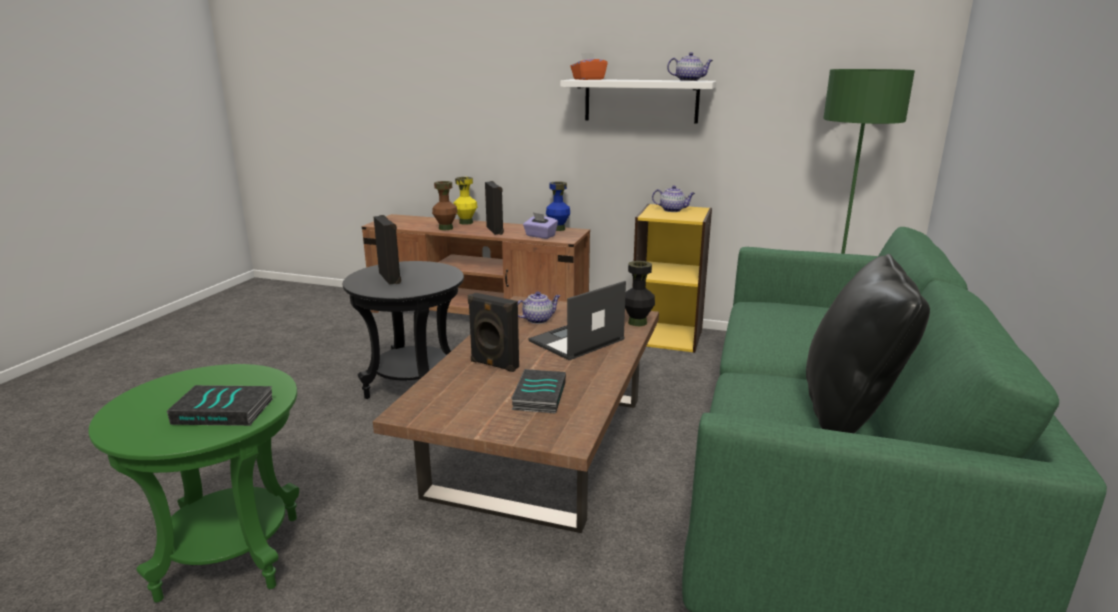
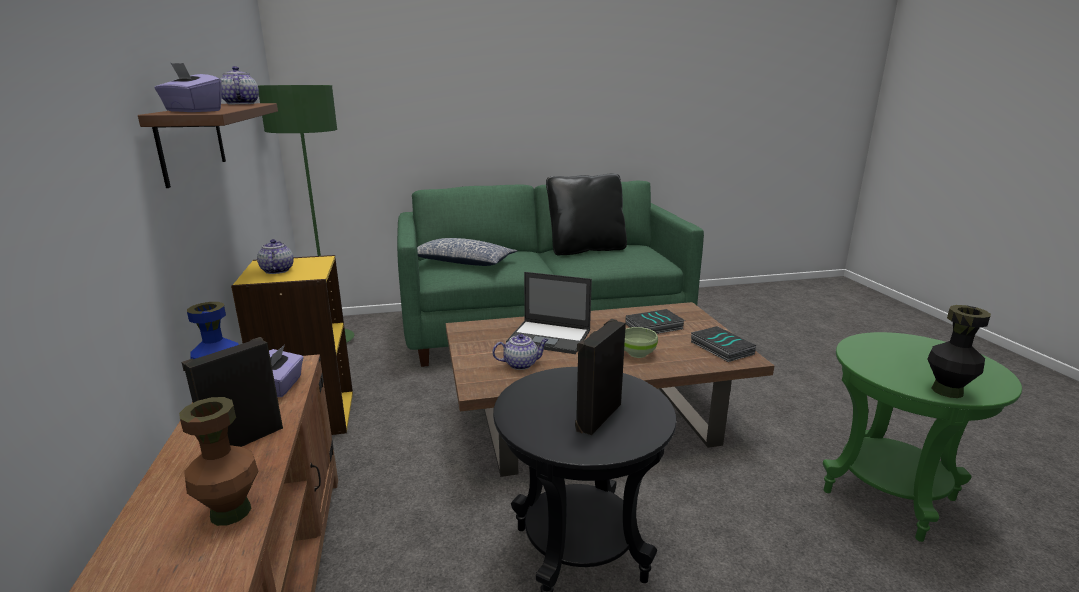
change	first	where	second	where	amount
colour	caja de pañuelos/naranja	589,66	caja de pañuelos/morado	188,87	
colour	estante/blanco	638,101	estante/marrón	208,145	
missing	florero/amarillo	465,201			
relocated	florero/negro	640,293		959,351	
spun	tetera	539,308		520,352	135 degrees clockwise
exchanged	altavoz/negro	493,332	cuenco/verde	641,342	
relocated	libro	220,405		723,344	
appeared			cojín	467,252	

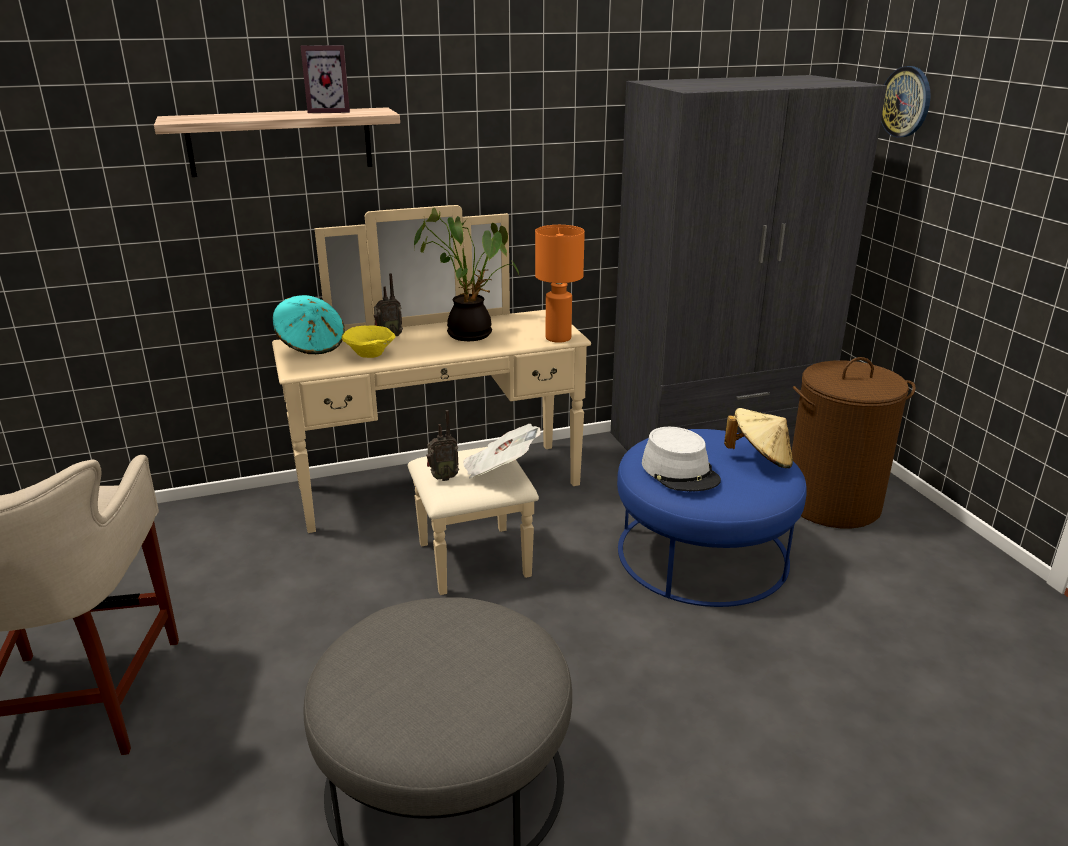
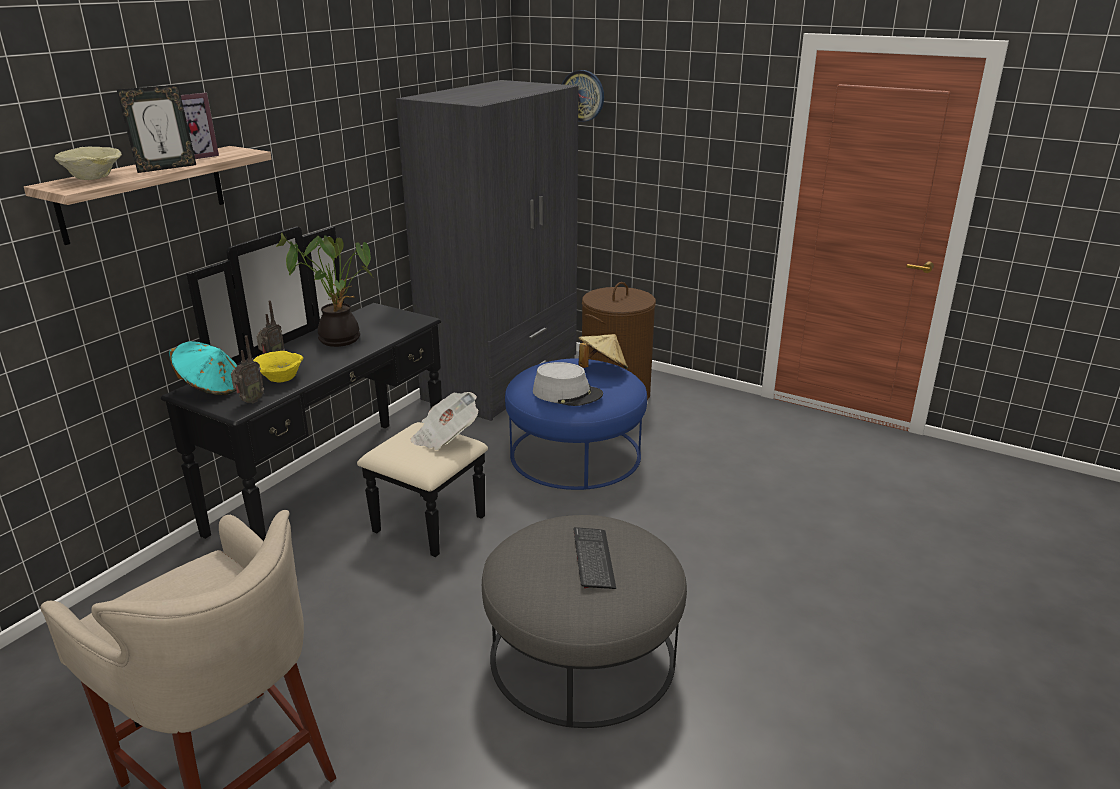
change	first	where	second	where	amount
colour	cómoda/beis	431,400	cómoda/negro	324,391	
missing	lámpara de mesa/naranja	560,284			
relocated	radio	442,445		247,369	
appeared			portarretratos	156,129	
appeared			cuenco/beis	88,163	
appeared			teclado	594,558	

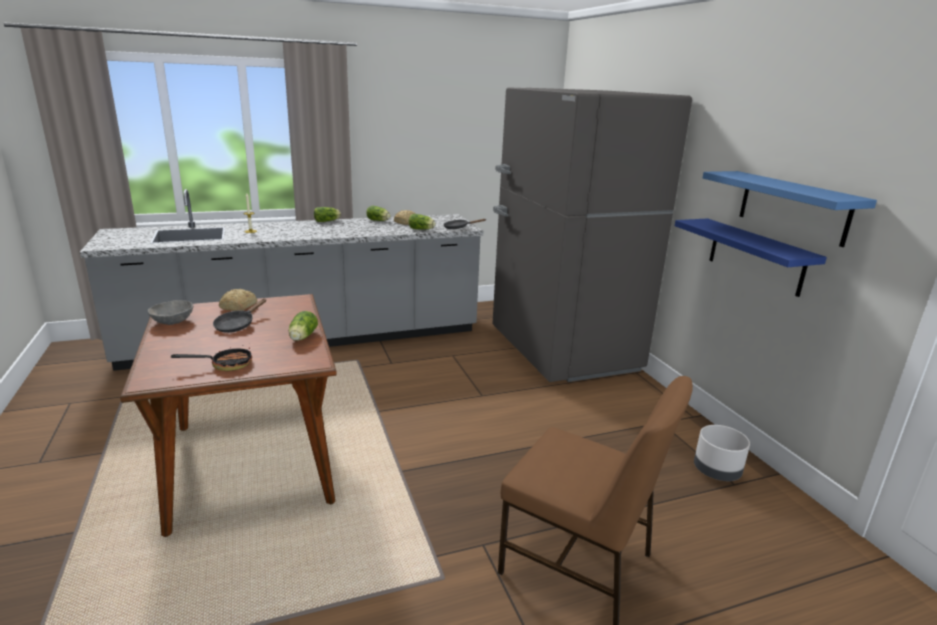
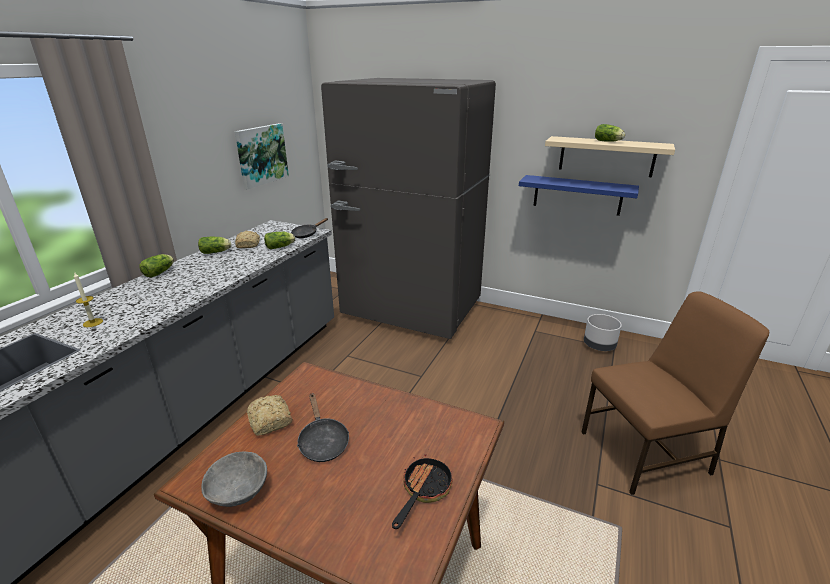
change	first	where	second	where	amount
colour	estante/azul	790,209	estante/beis	610,156	
relocated	lechuga	303,326		610,133	
appeared			cuadro	262,156	

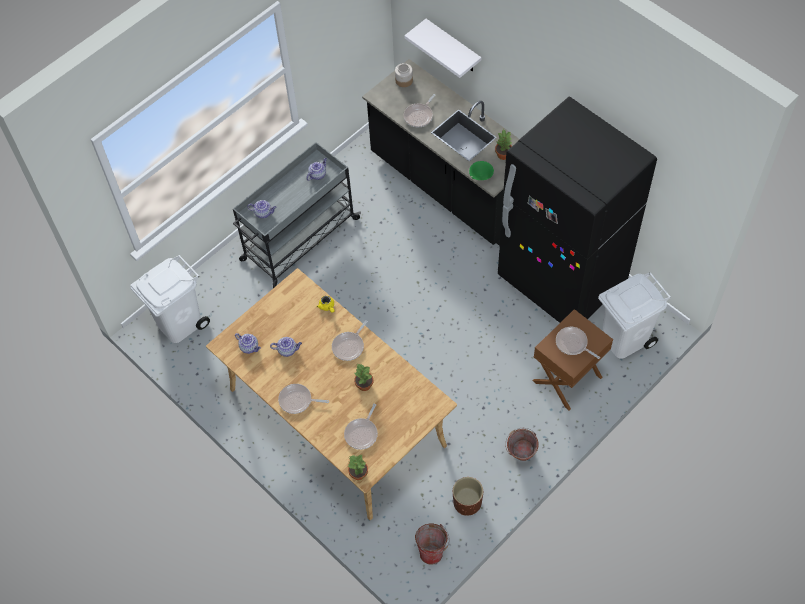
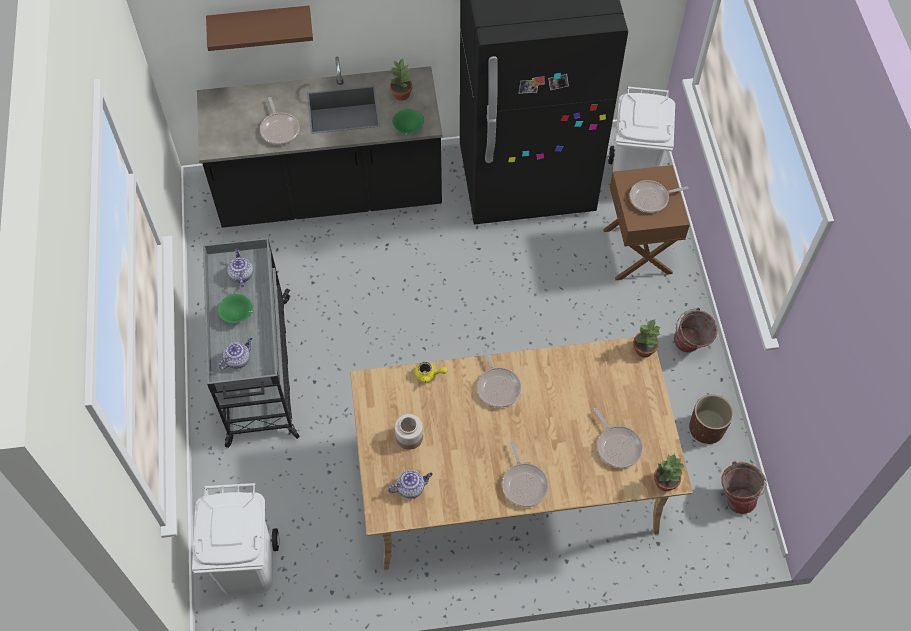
change	first	where	second	where	amount
colour	estante/blanco	442,48	estante/marrón	259,28	
relocated	tarro	404,75		409,432	
missing	tetera	286,347			
relocated	planta en maceta	363,377		646,338	
spun	sartén	303,399		525,474	60 degrees counterclockwise
appeared			cuenco/verde	235,308	

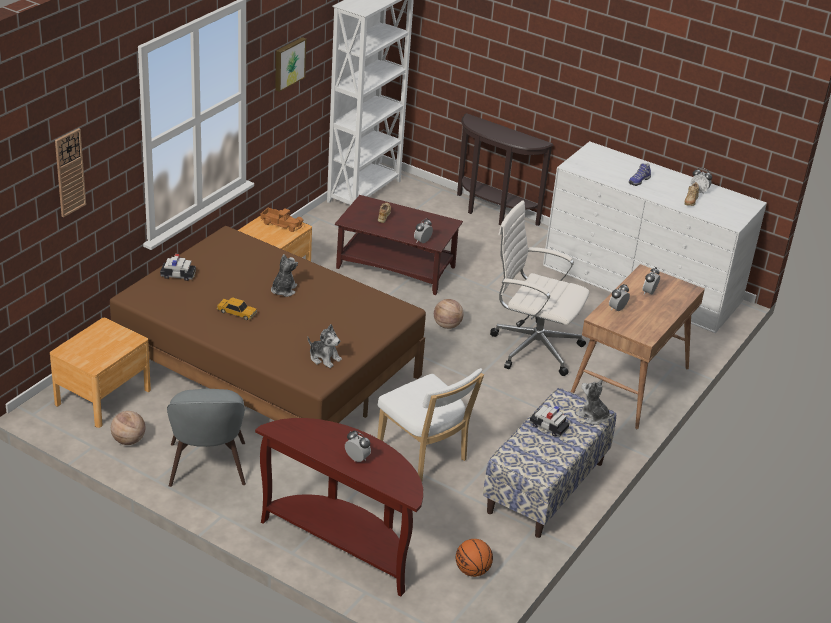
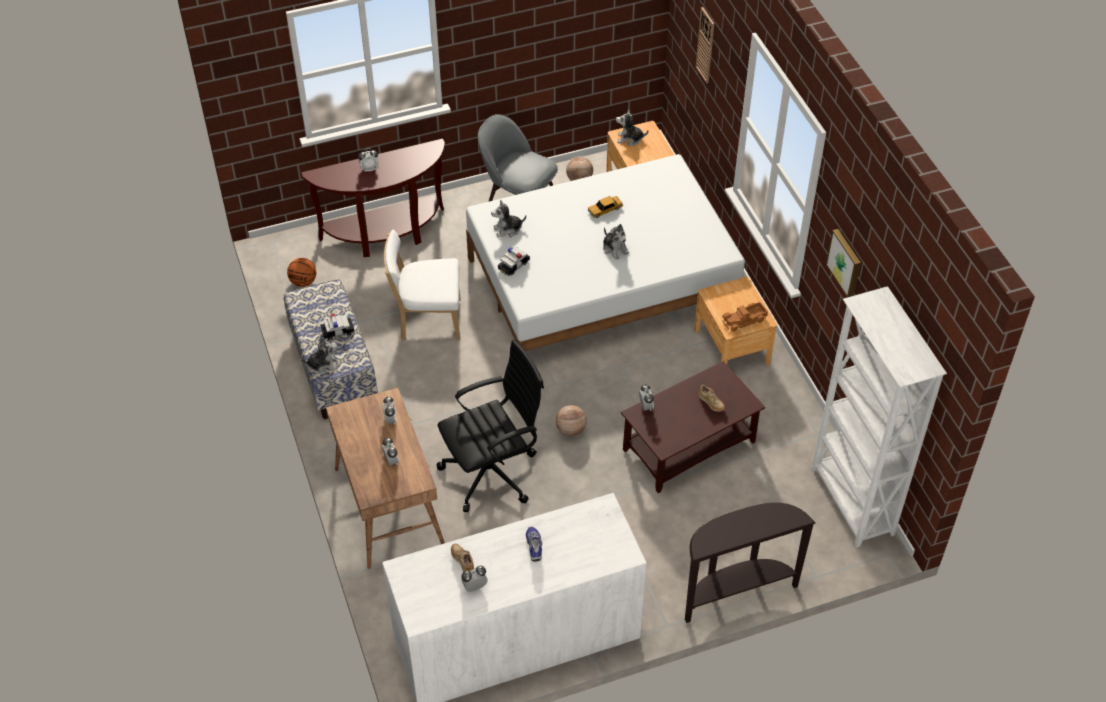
change	first	where	second	where	amount
colour	silla de oficina/blanco	539,288	silla de oficina/negro	490,426	
colour	cama/marrón	268,324	cama/blanco	605,252	
relocated	coche de juguete	178,267		514,261	
appeared			peluche	632,127	

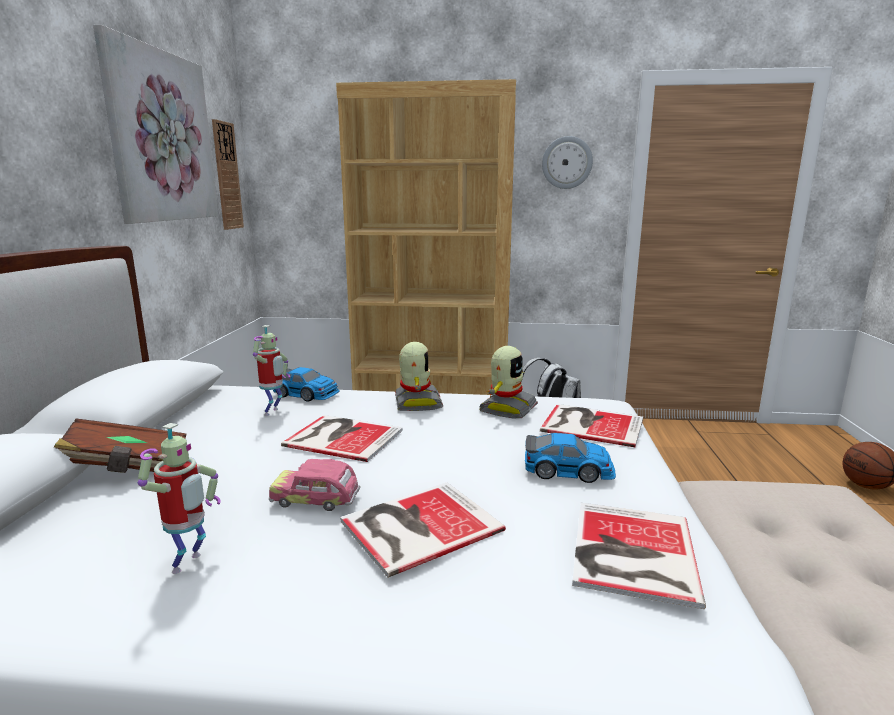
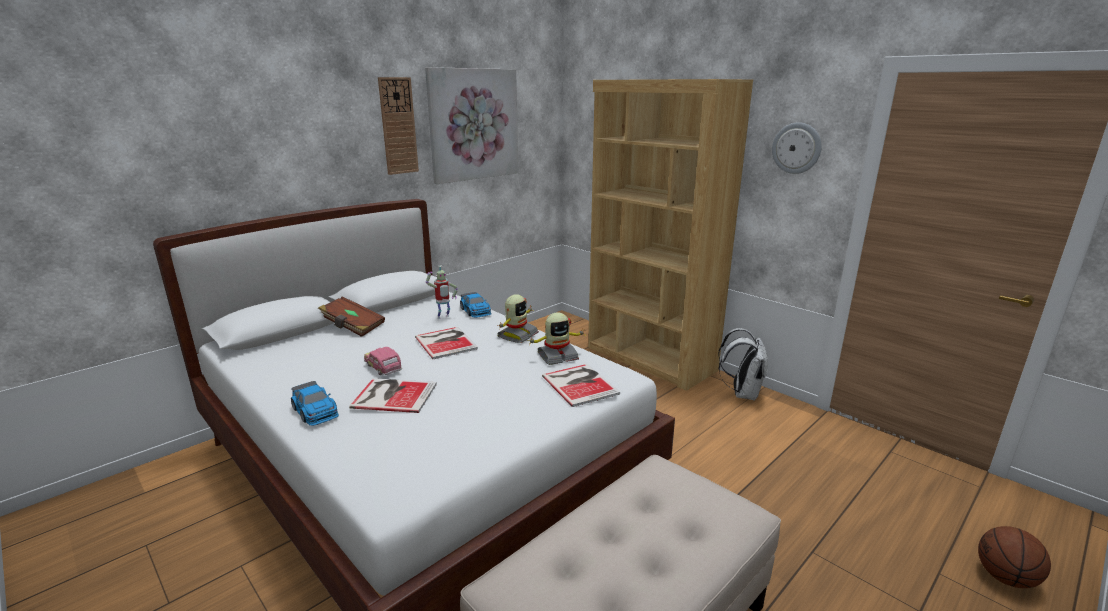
change	first	where	second	where	amount
relocated	reloj de pared	228,174		398,126	
missing	robot de juguete	179,498			
relocated	coche de juguete	570,458		315,403	
missing	libro	639,556			

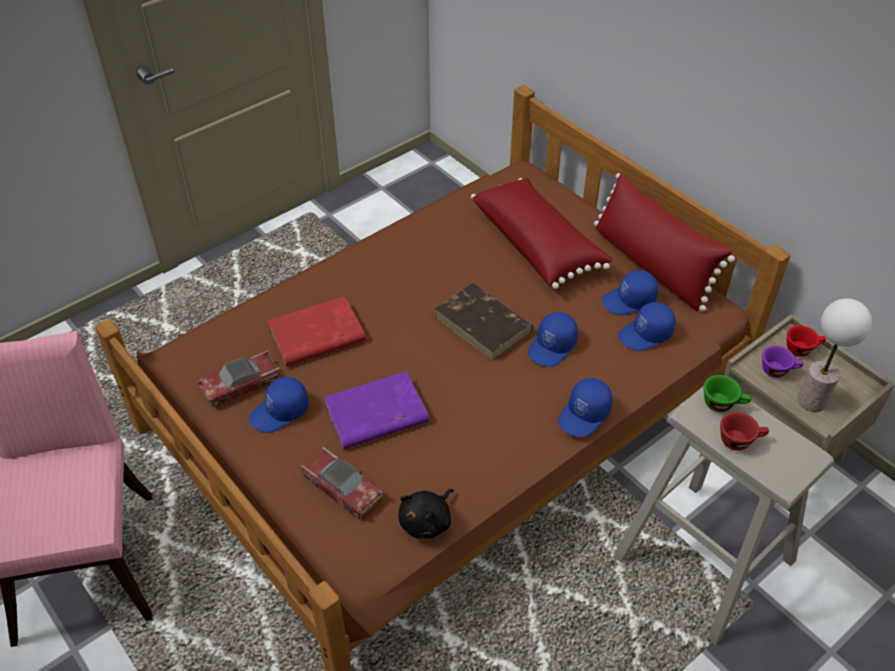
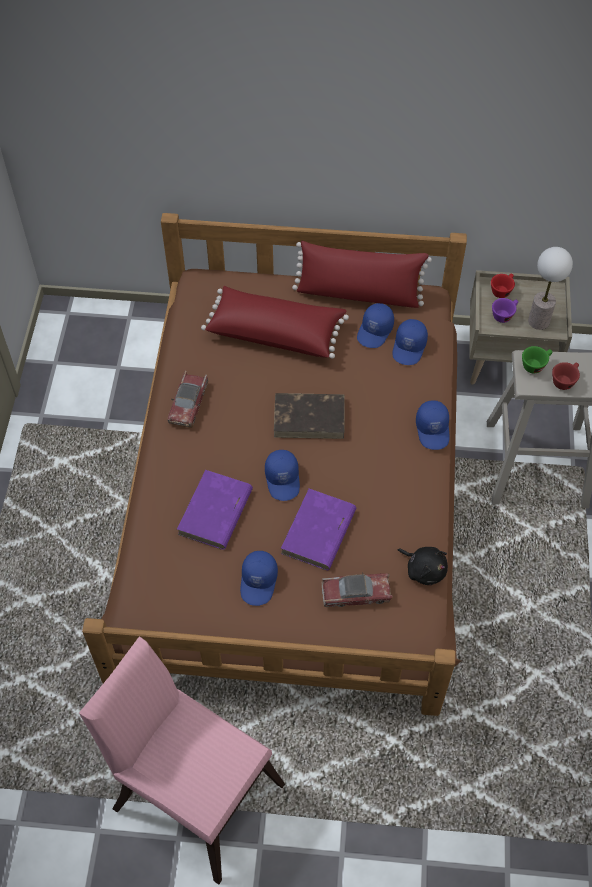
change	first	where	second	where	amount
colour	libro/rojo	316,331	libro/morado	215,510	
relocated	gorra/azul	553,339		282,475	
relocated	coche de juguete	239,378		187,399	
spun	peluche/negro	426,513		423,566	45 degrees counterclockwise

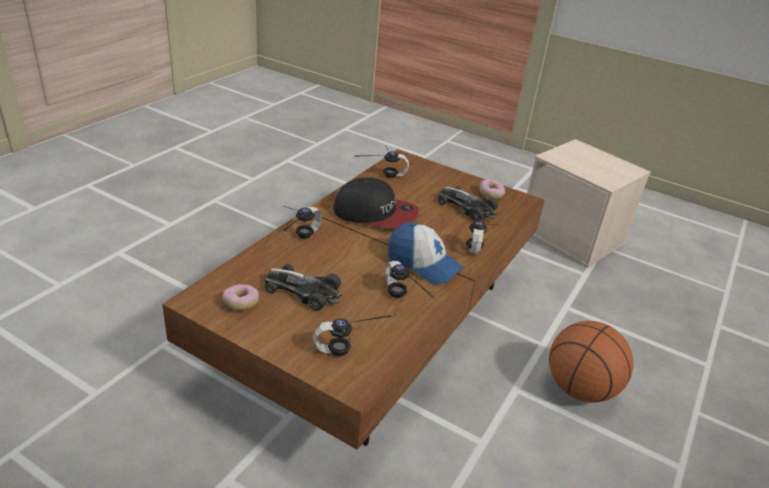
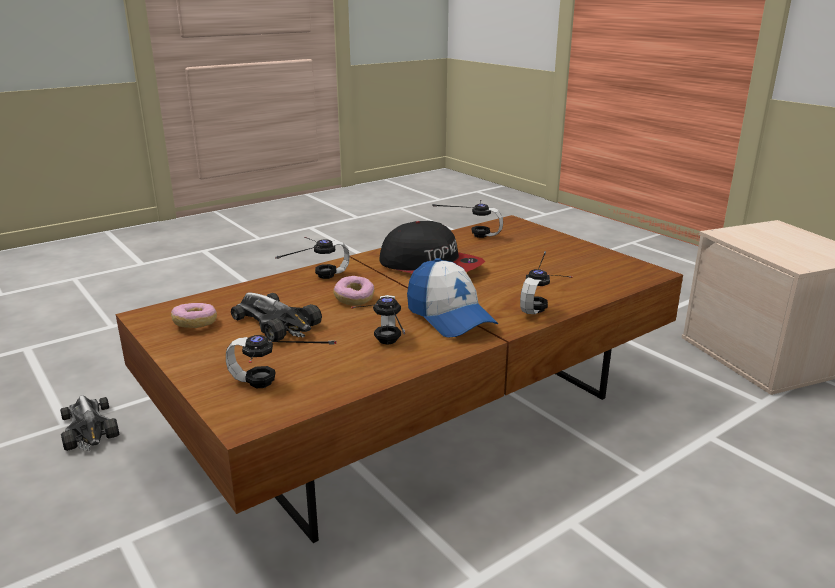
change	first	where	second	where	amount
relocated	rosquilla	492,189		354,291	
relocated	coche de juguete	468,204		90,423	
missing	balón de baloncesto	591,362			

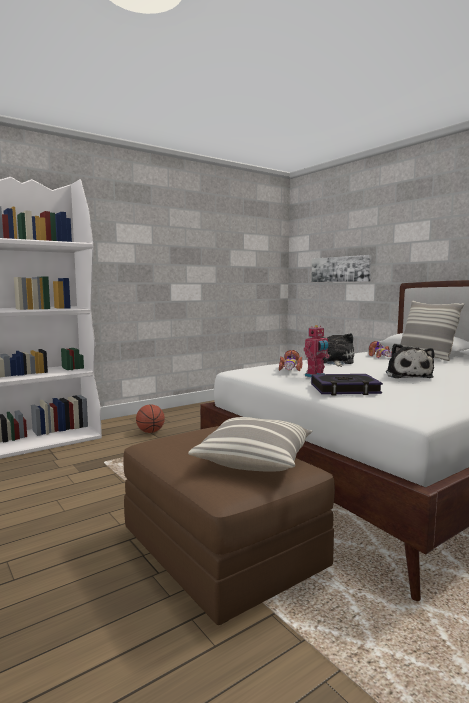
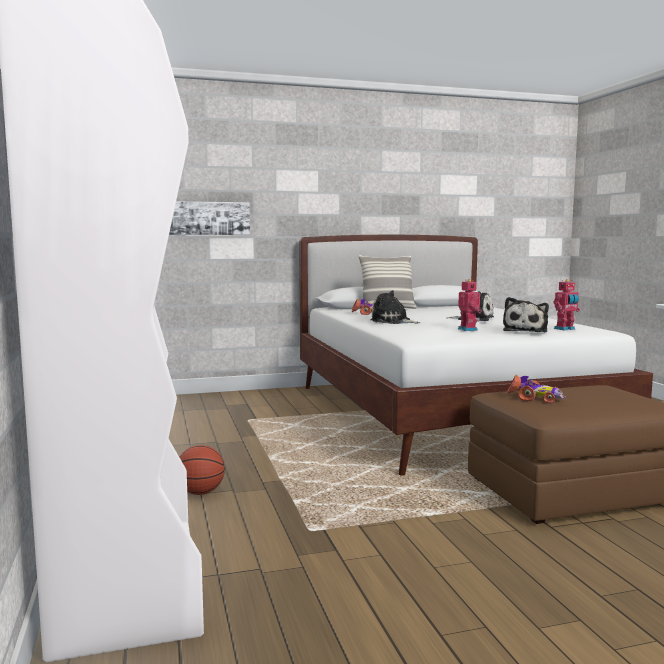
change	first	where	second	where	amount
relocated	coche de juguete	290,360		536,389	
exchanged	libro	347,384	peluche	526,315	
missing	cojín	250,444			
appeared			robot de juguete	566,304	

